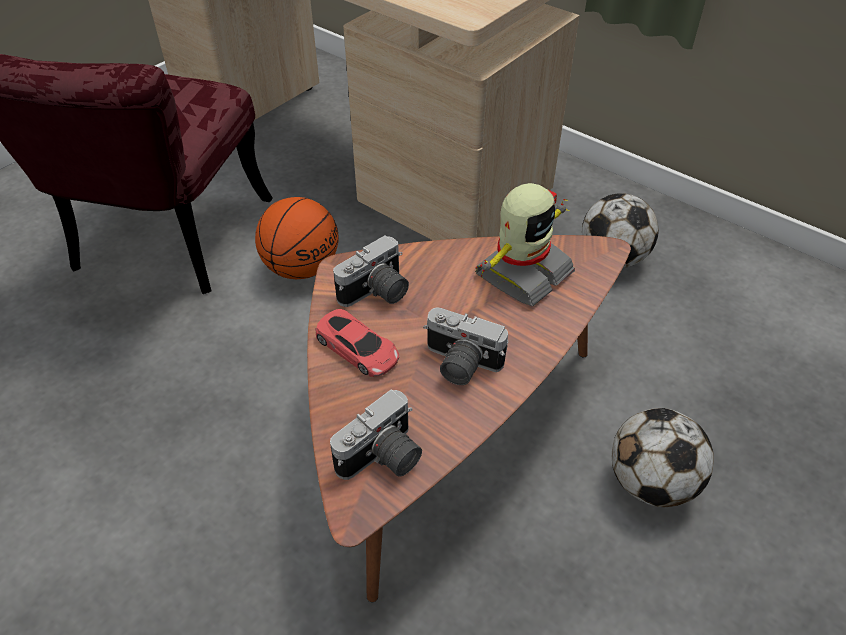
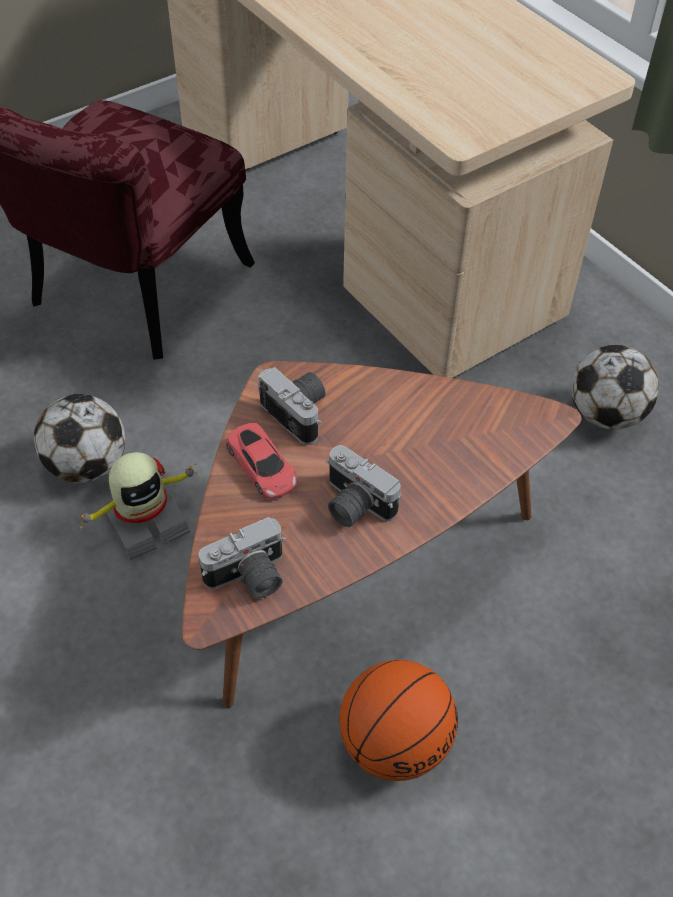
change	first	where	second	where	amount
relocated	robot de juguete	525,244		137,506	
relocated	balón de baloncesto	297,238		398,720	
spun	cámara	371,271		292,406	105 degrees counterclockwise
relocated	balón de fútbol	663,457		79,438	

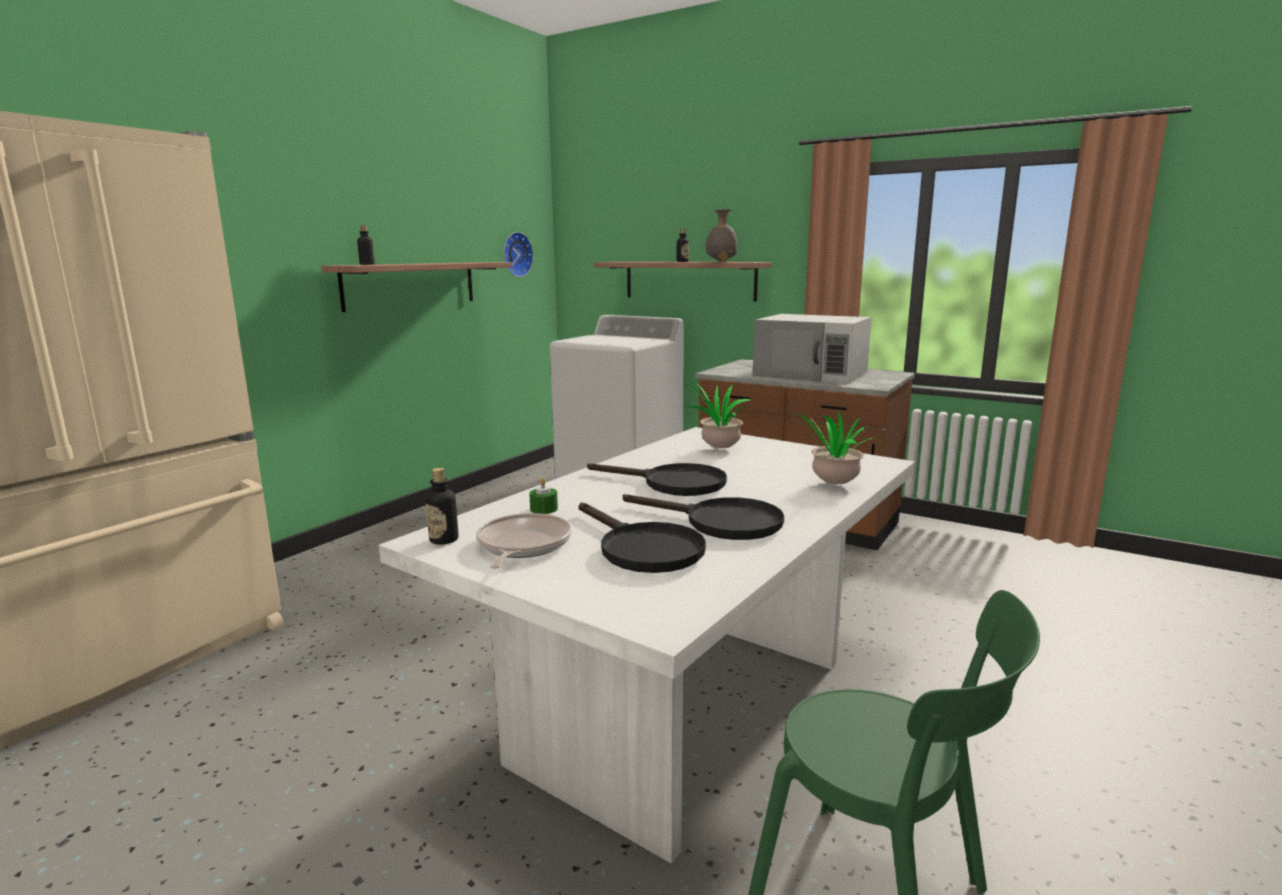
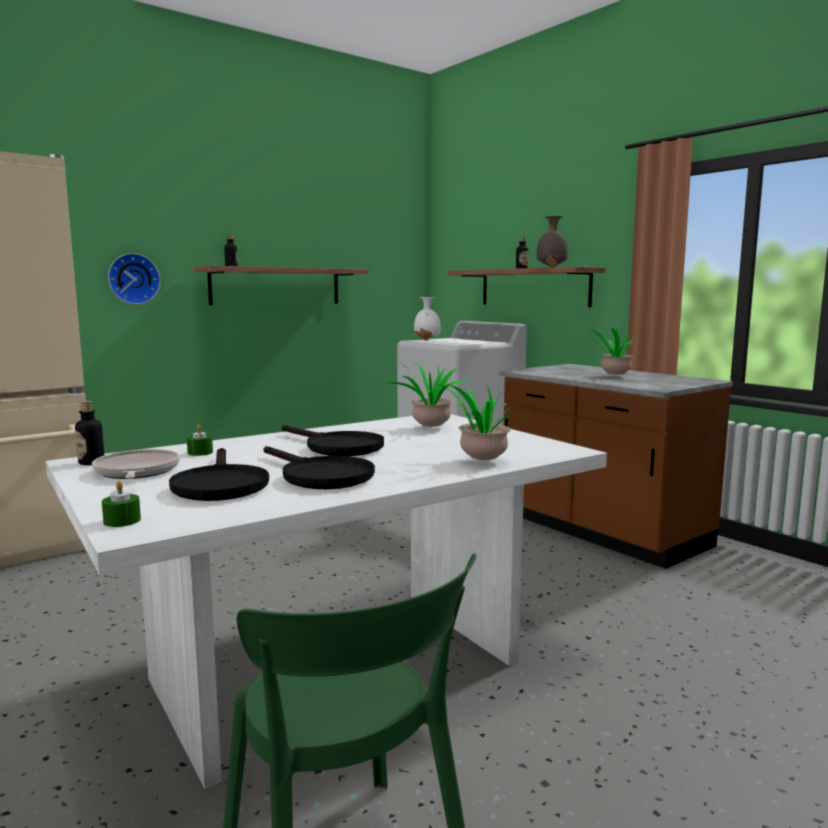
change	first	where	second	where	amount
relocated	reloj de pared	519,254		134,279	
exchanged	microondas/blanco	812,348	planta en maceta	616,351	
spun	sartén	524,541		136,464	45 degrees counterclockwise
appeared			florero/blanco	427,319	
appeared			vela/verde	121,504	

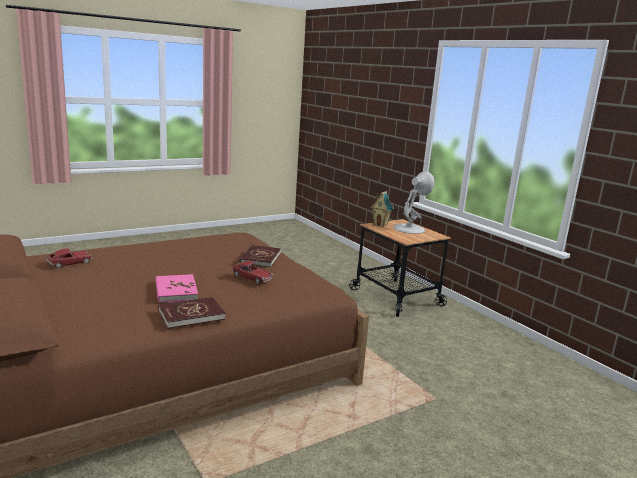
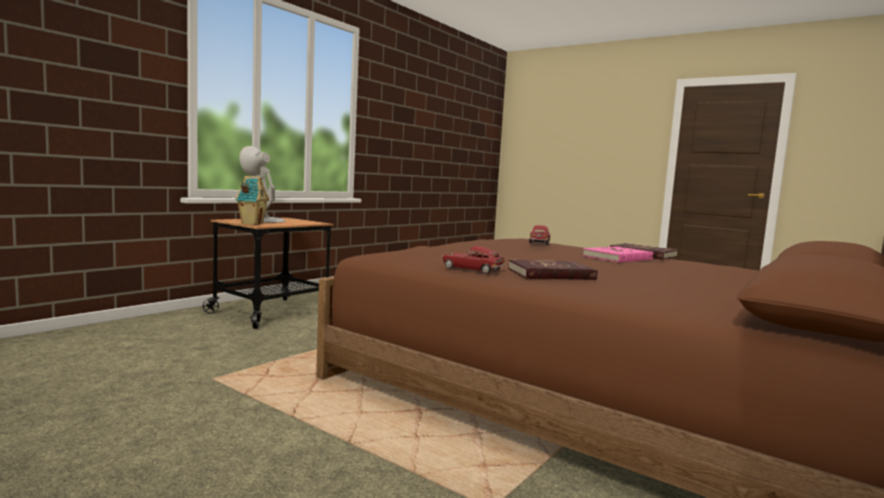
change	first	where	second	where	amount
relocated	libro/rojo	260,256		553,270	
relocated	coche de juguete	69,258		473,260	

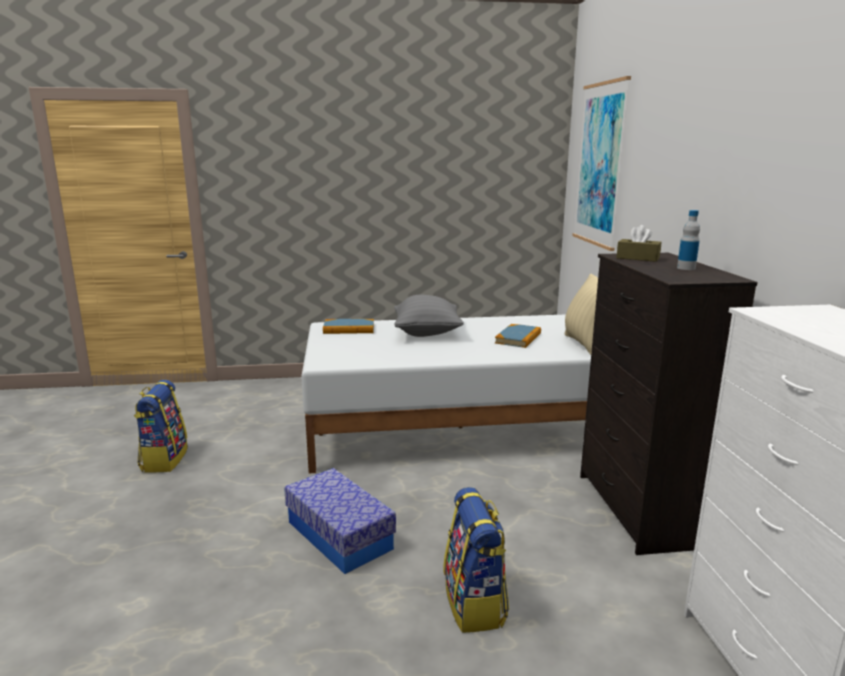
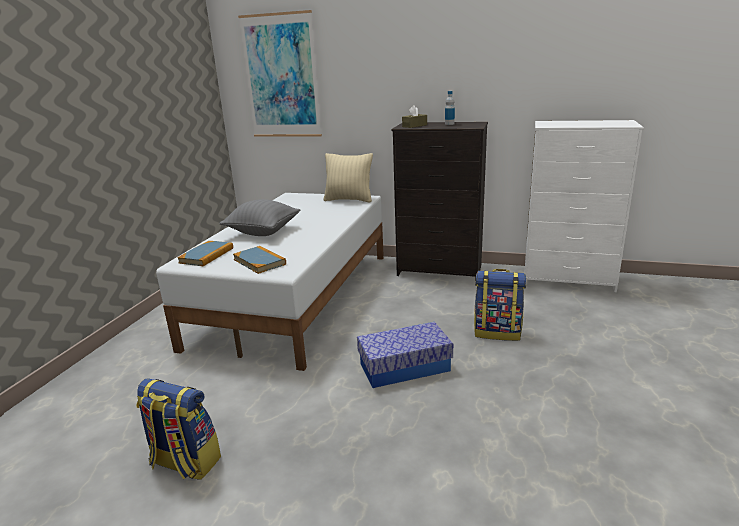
change	first	where	second	where	amount
relocated	libro	518,336		259,260	

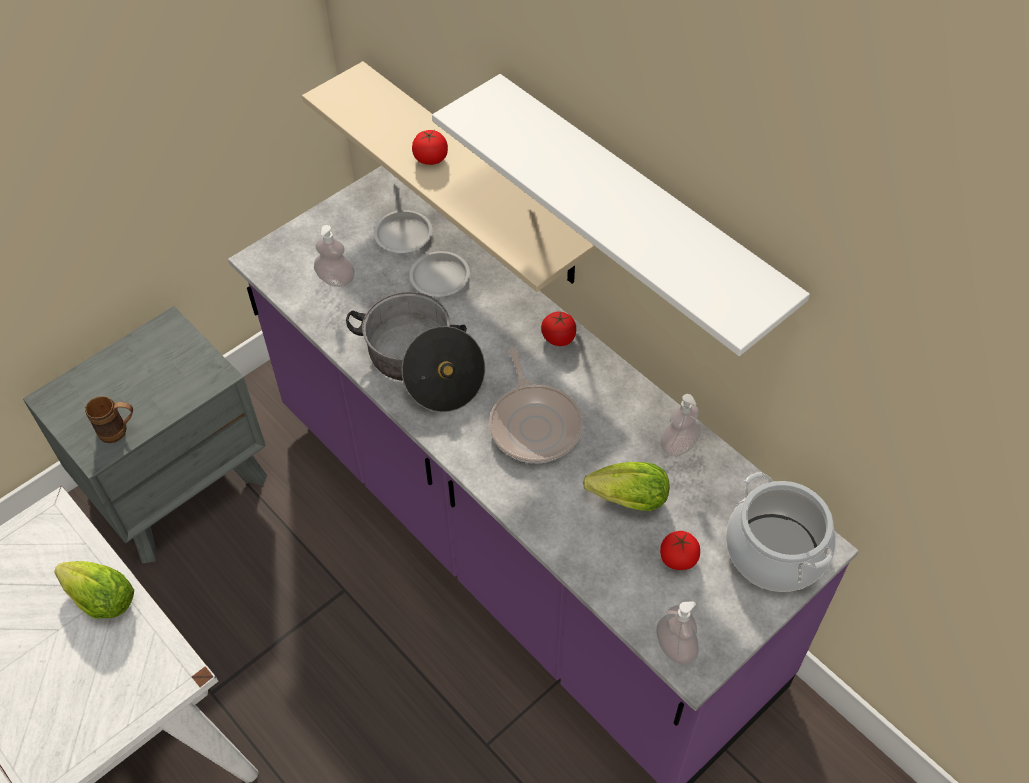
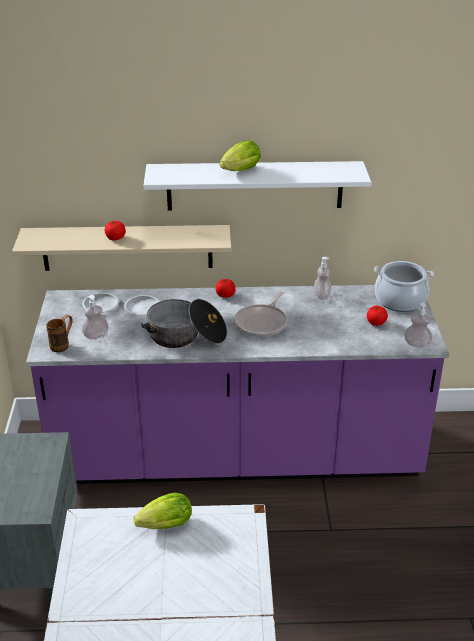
change	first	where	second	where	amount
spun	sartén	535,405		260,314	90 degrees clockwise
relocated	taza grande/marrón	109,419		59,333	
relocated	lechuga	626,486		240,155	

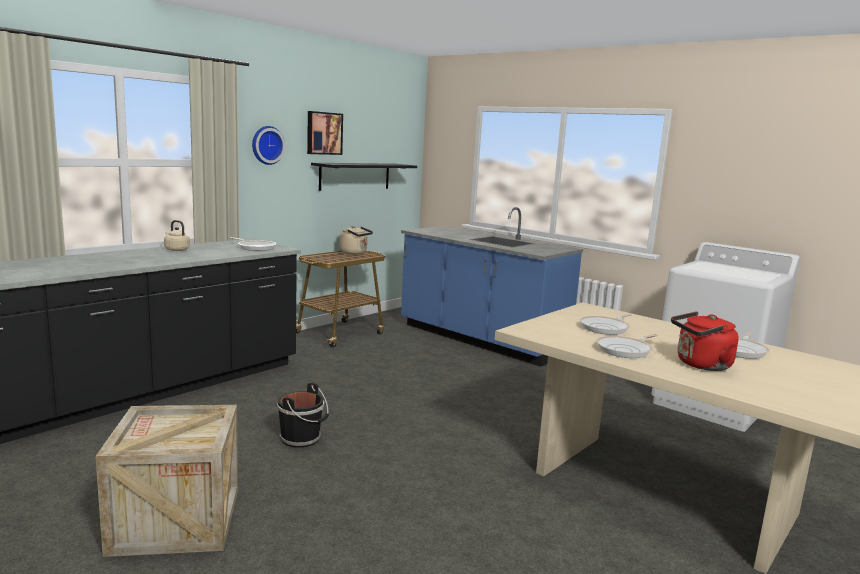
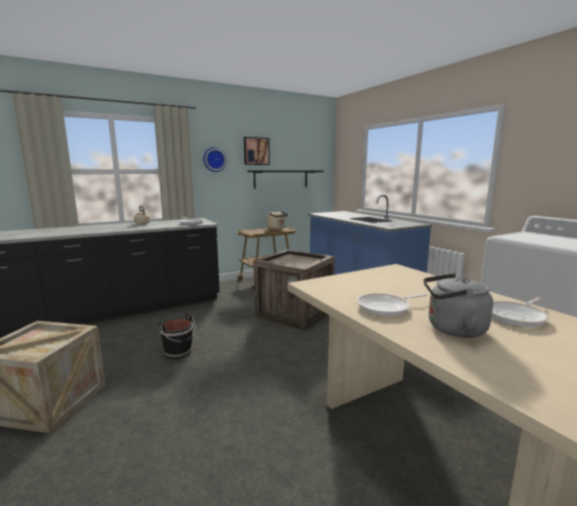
change	first	where	second	where	amount
colour	hervidor/rojo	705,341	hervidor/gris	458,305	
missing	sartén	606,324			
appeared			caja de embalaje	294,290	

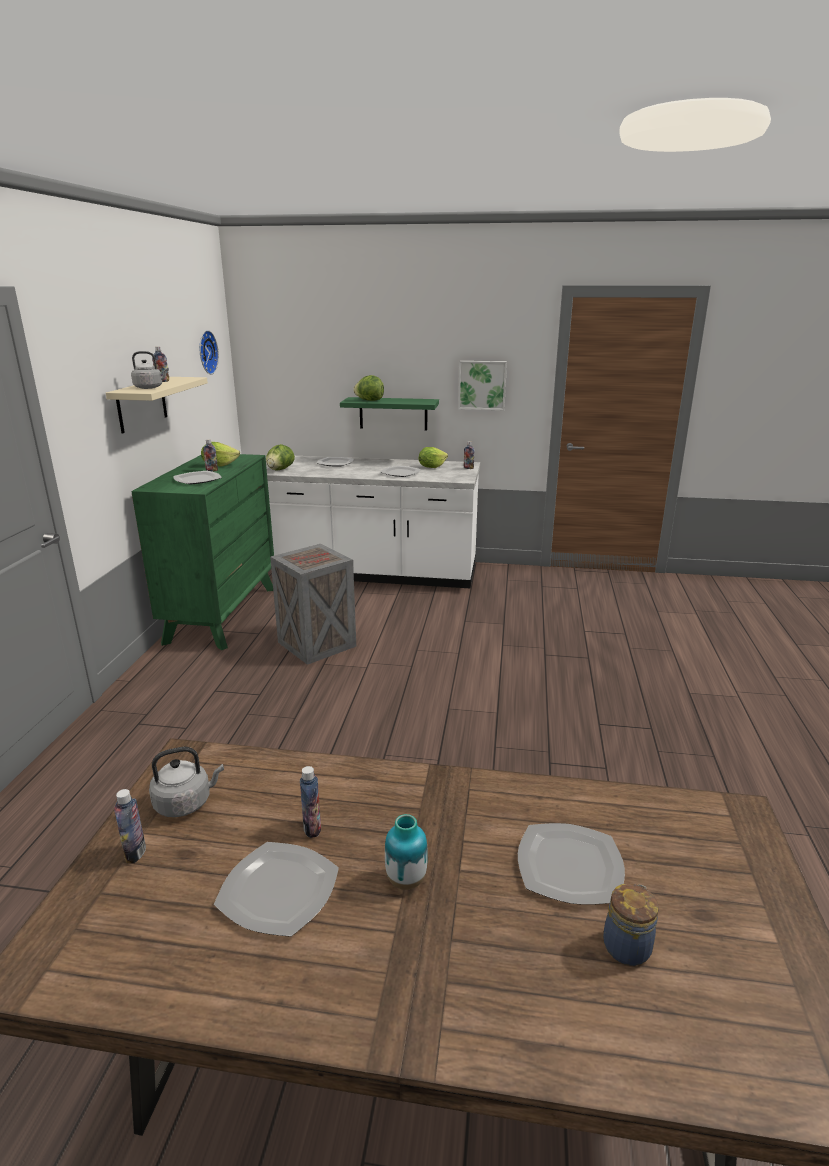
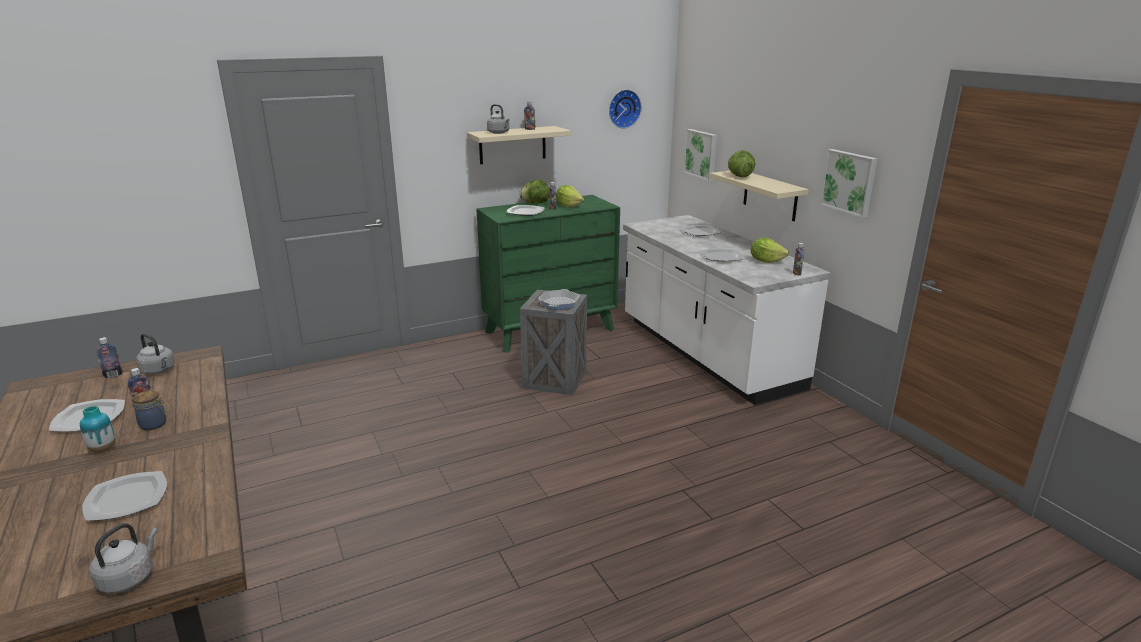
change	first	where	second	where	amount
colour	estante/verde	389,414	estante/beis	759,196	
relocated	lechuga	280,457		534,191	
relocated	tarro	631,924		149,410	
appeared			cuadro	700,155	
appeared			sartén	559,299	
appeared			hervidor/gris	123,558	

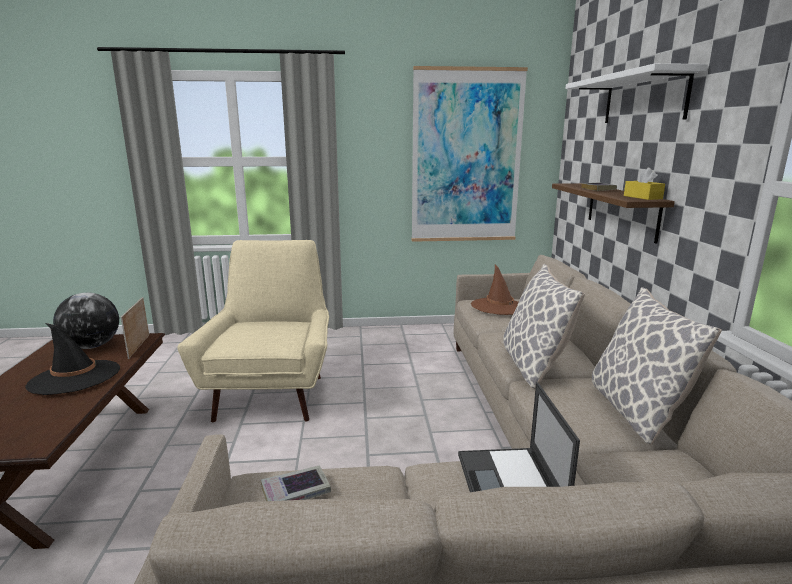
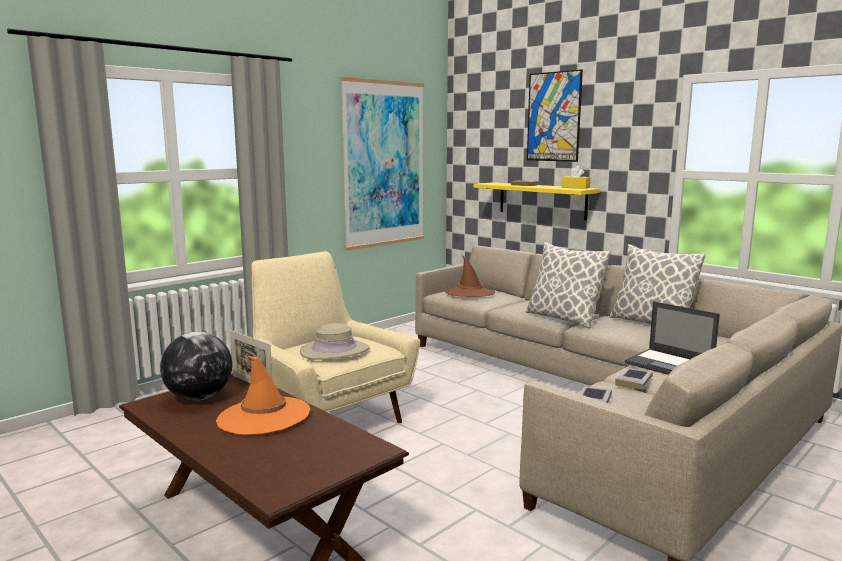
change	first	where	second	where	amount
exchanged	estante/blanco	637,93	cuadro	555,115	
colour	estante/marrón	613,213	estante/amarillo	536,201	
colour	sombrero/negro	72,359	sombrero/naranja	263,395	
appeared			sombrero/beis	335,341	
appeared			libro	634,378	

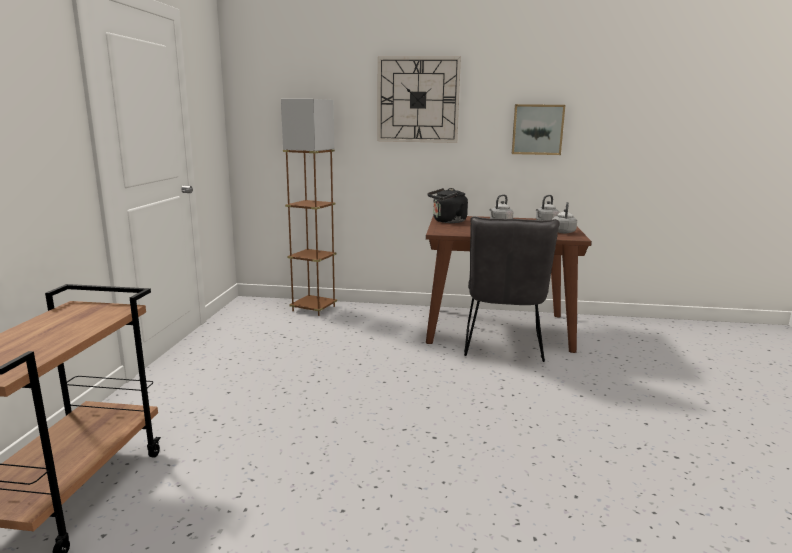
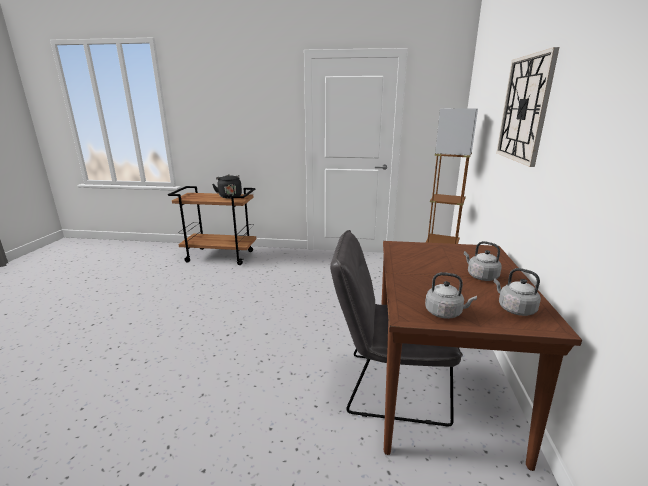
change	first	where	second	where	amount
missing	cuadro	538,129			
relocated	hervidor/negro	447,205		227,186	

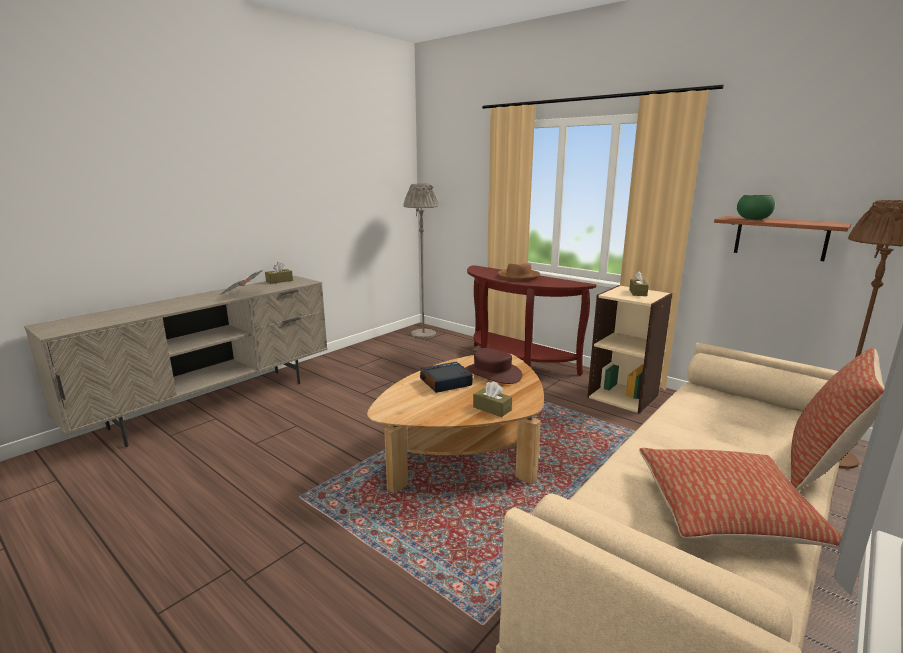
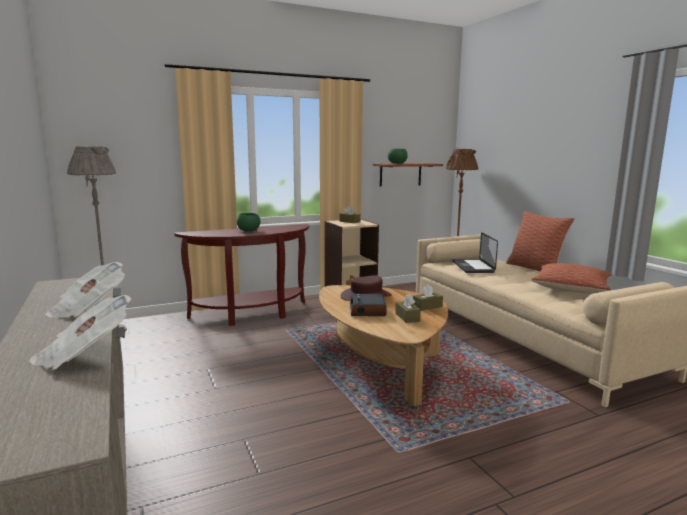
change	first	where	second	where	amount
relocated	caja de pañuelos/marrón	279,273		408,308	
exchanged	sombrero/marrón	519,272	cuenco/verde	248,222	
appeared			portátil	475,252	
appeared			periódico	80,332	

